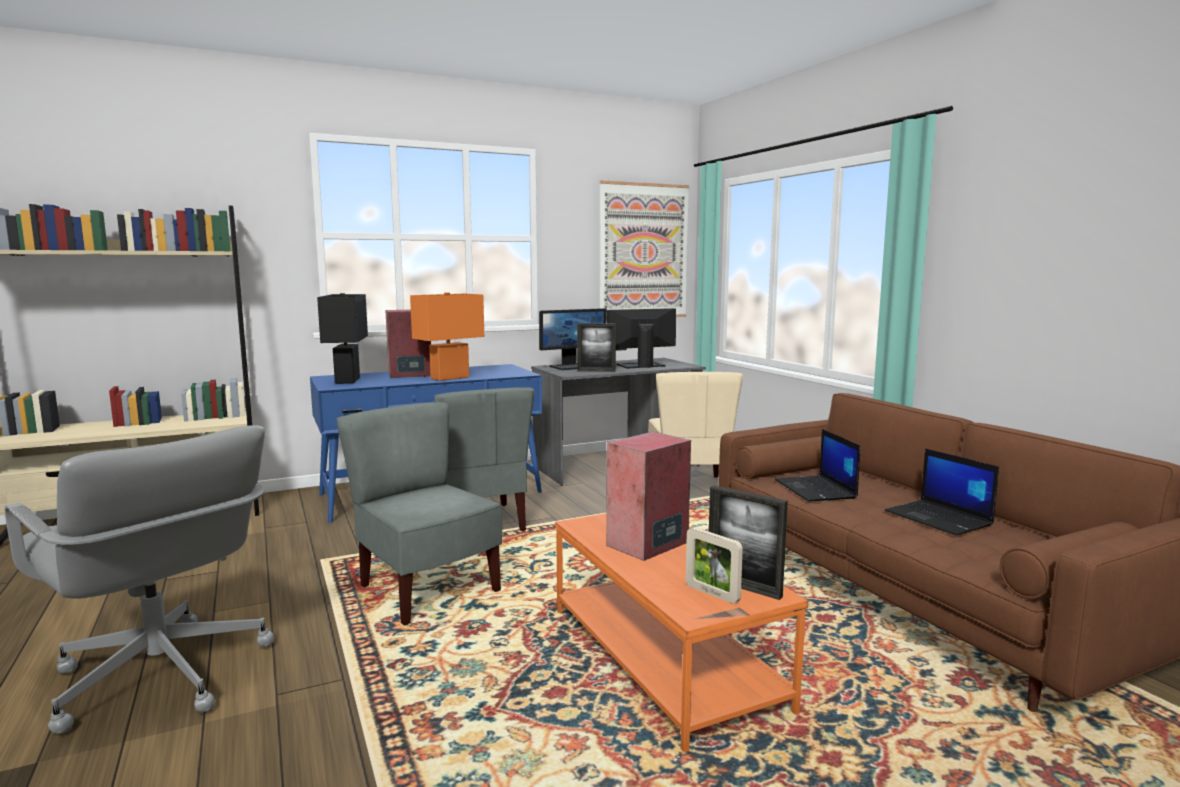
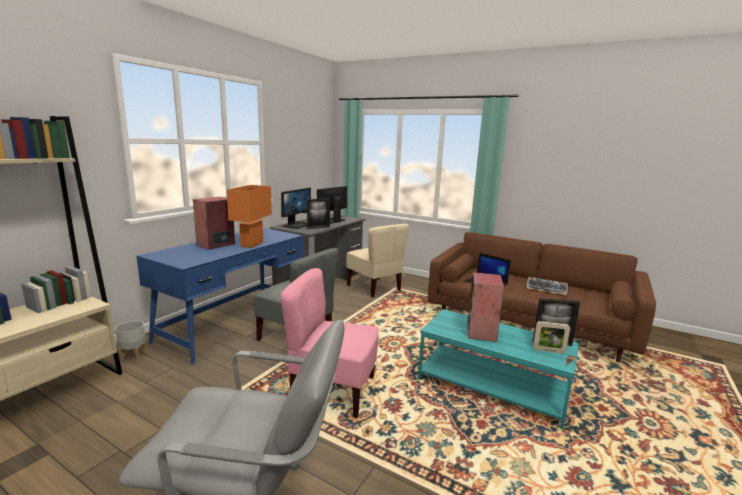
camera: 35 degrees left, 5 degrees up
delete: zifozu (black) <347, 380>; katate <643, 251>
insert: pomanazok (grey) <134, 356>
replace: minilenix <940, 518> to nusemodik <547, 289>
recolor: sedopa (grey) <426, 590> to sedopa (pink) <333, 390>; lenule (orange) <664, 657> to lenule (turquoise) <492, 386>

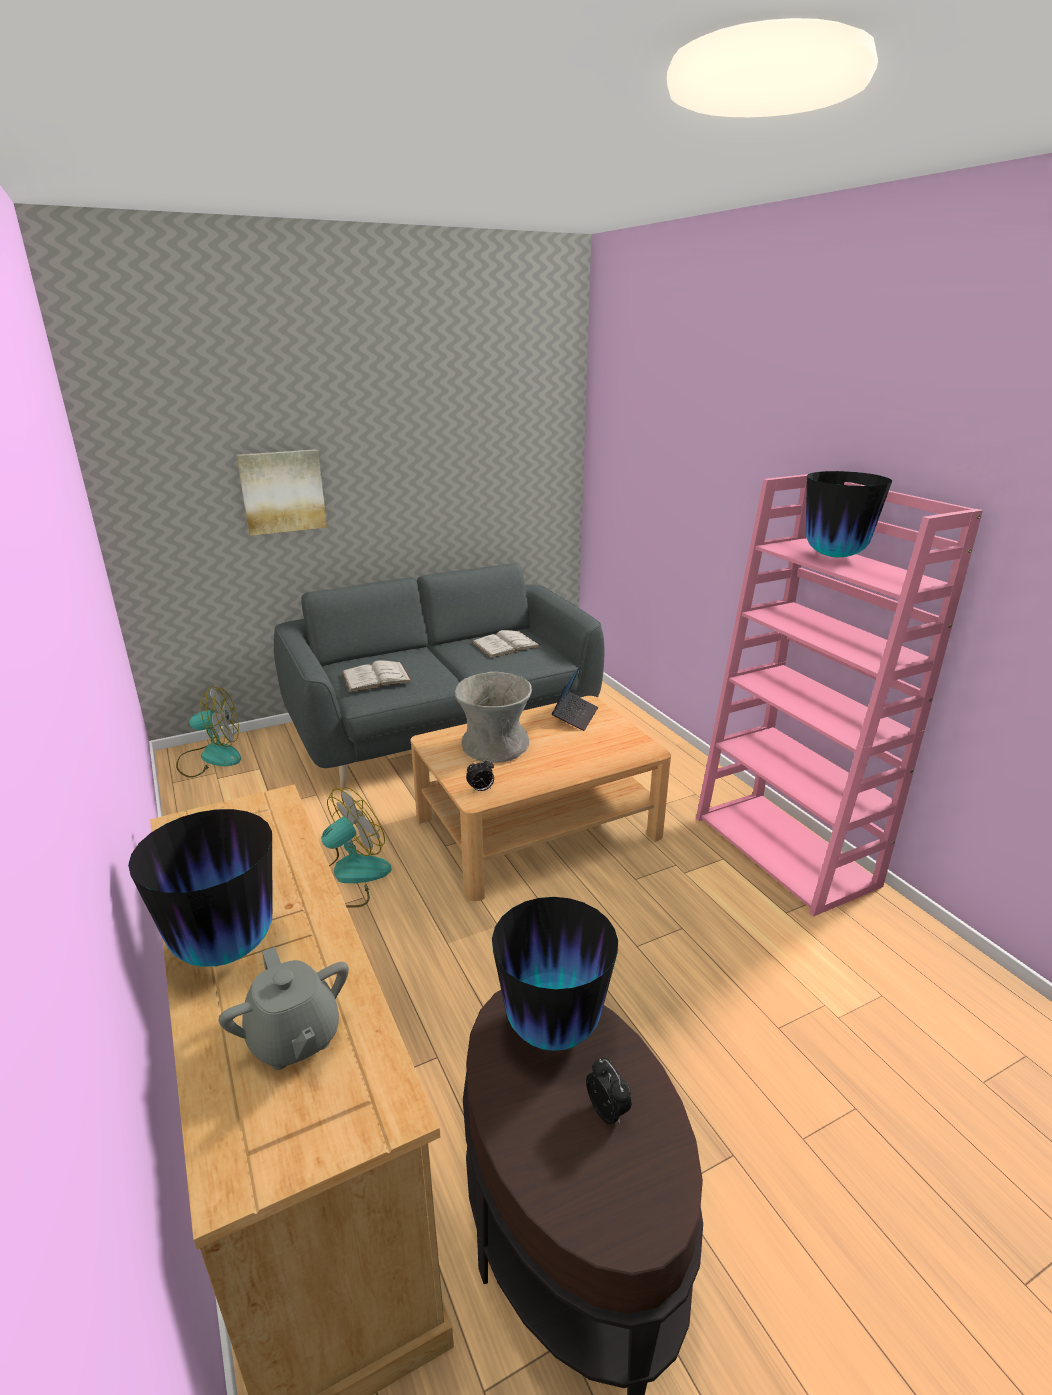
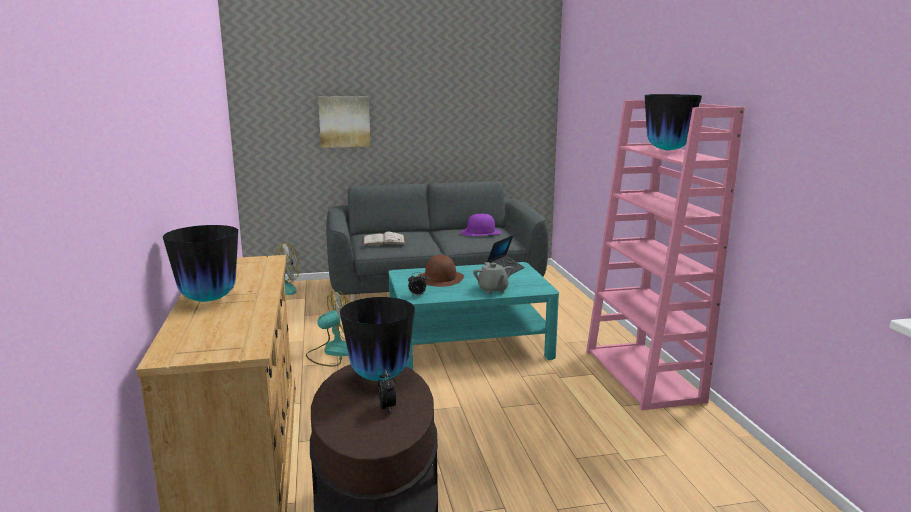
camera: 15 degrees right, 10 degrees down
move: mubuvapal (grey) <294, 1038> to <492, 290>
replace: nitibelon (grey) <494, 746> to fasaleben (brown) <440, 278>; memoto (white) <506, 644> to fasaleben (purple) <480, 232>
recolor: lenule (beige) <537, 827> to lenule (turquoise) <469, 343>

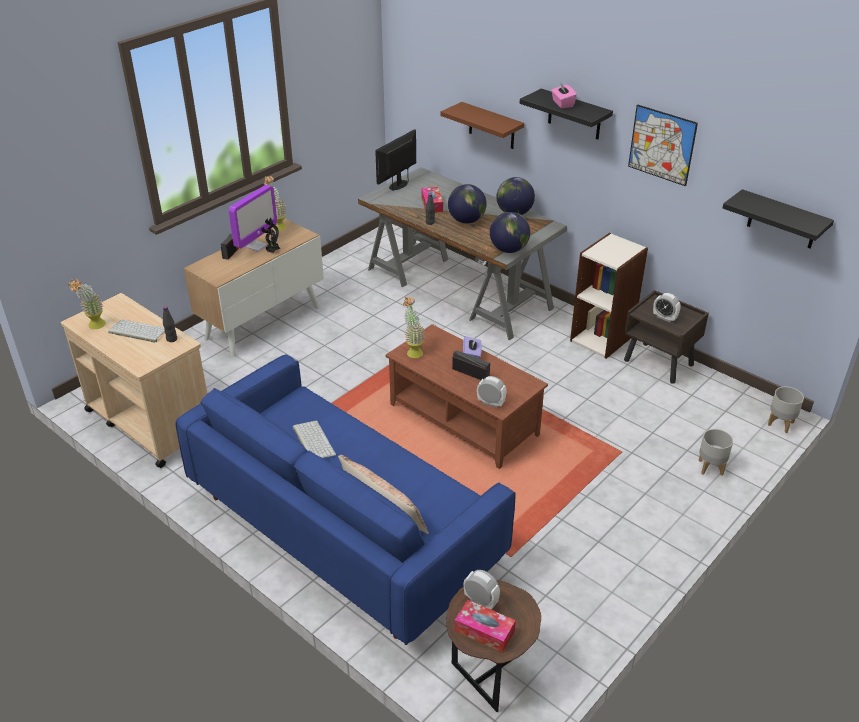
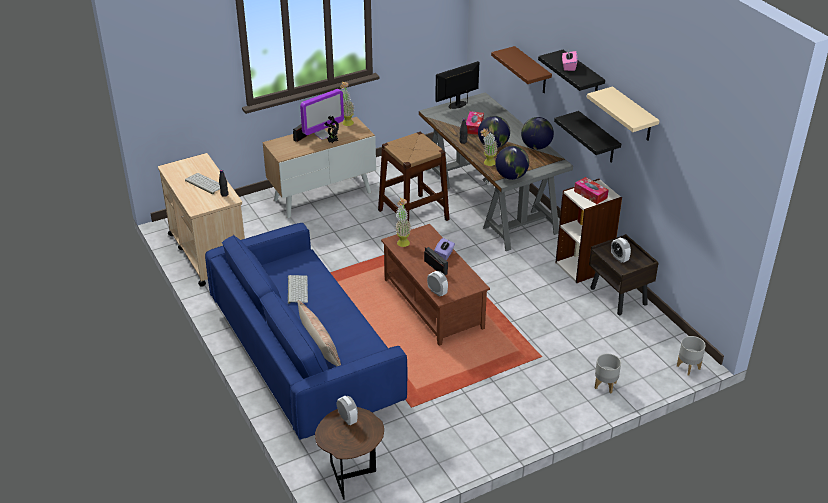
camera: 20 degrees right, 0 degrees up
insert: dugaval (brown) <413, 215>
move: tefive <94, 327> to <487, 164>; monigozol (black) <782, 220> to <598, 138>; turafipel <484, 631> to <590, 194>
replace: katate <662, 145> to monigozol (beige) <633, 115>

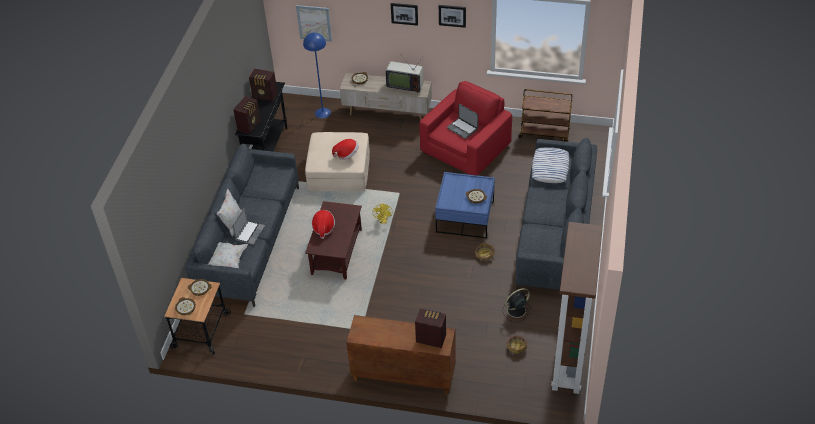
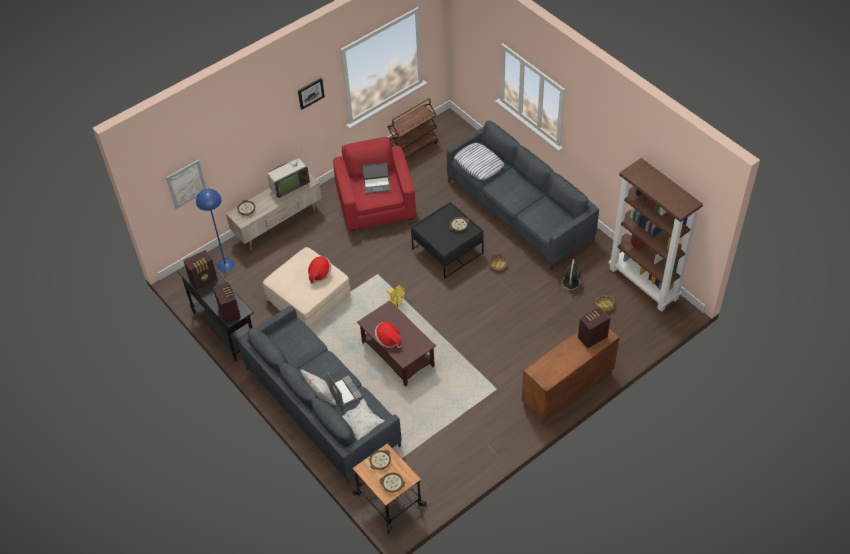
camera: 50 degrees left, 5 degrees up
delete: katate <404, 13>
recolor: lenule (blue) <465, 217> to lenule (black) <447, 251>

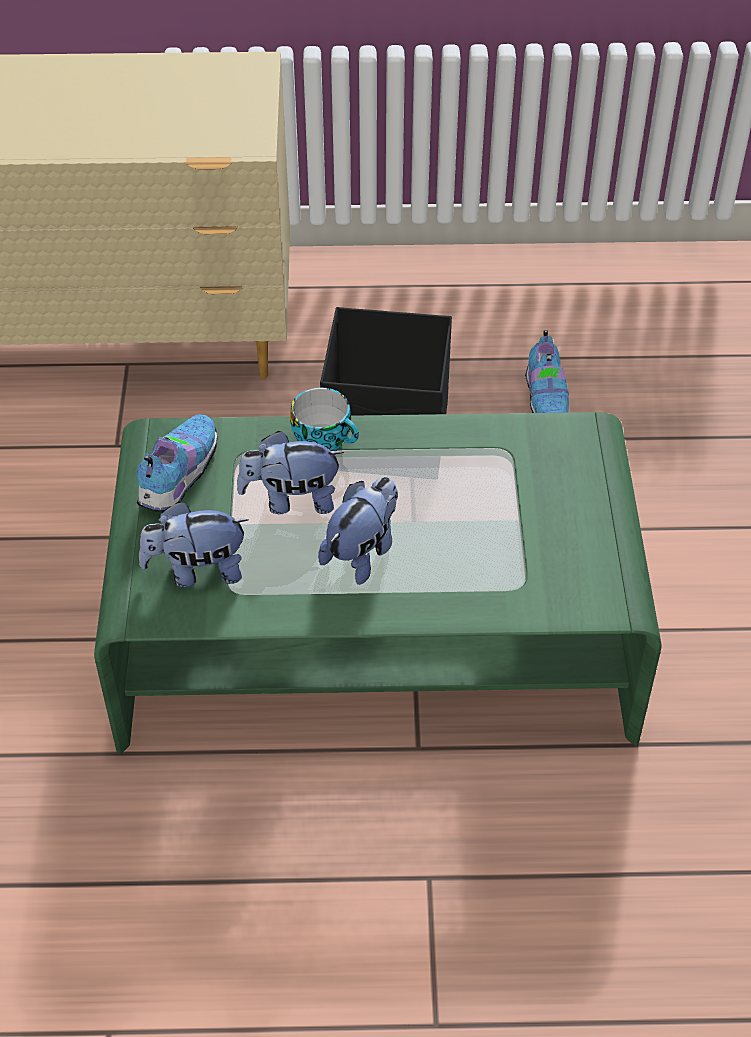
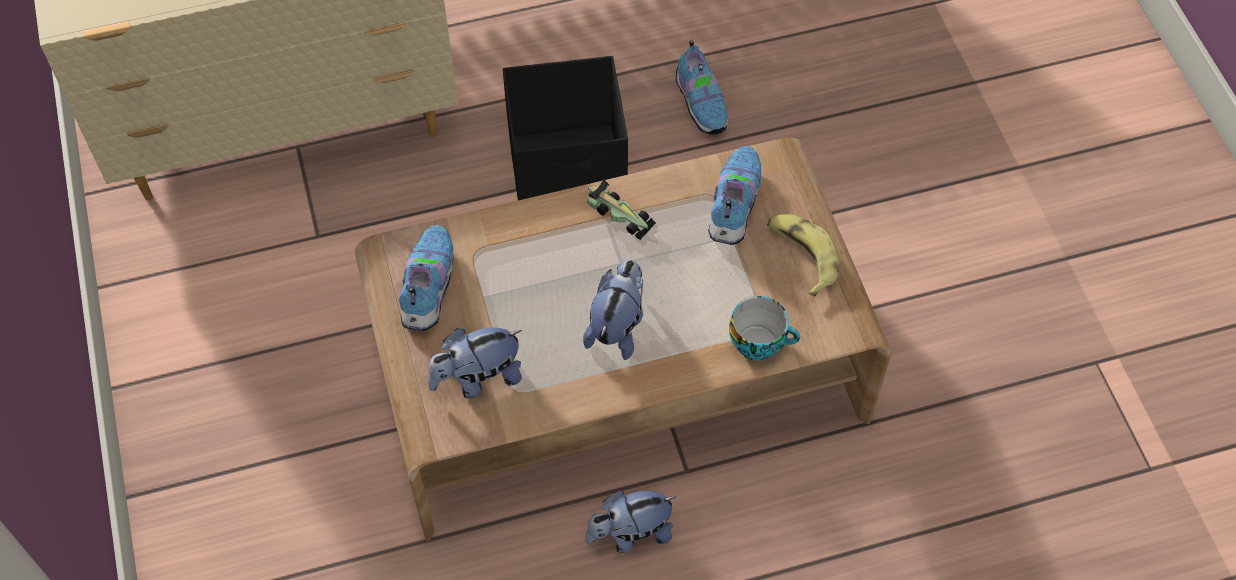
camera: 15 degrees left, 10 degrees up
insert: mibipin <618, 213>; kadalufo <733, 206>; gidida <801, 256>
move: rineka <291, 500> to <630, 534>; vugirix <325, 441> to <760, 342>
recolor: lenule (green) <375, 636> to lenule (brown) <617, 374>

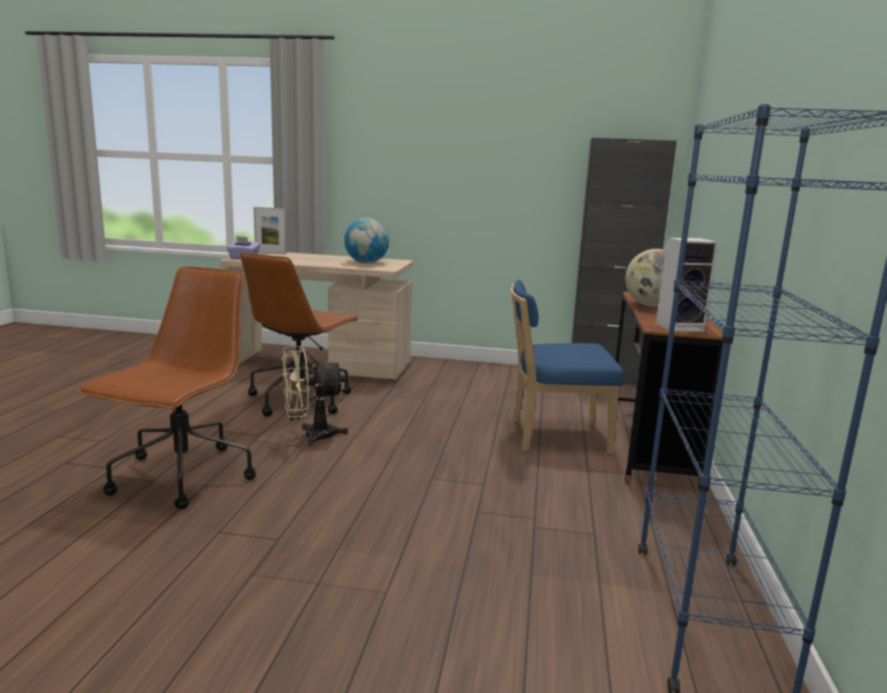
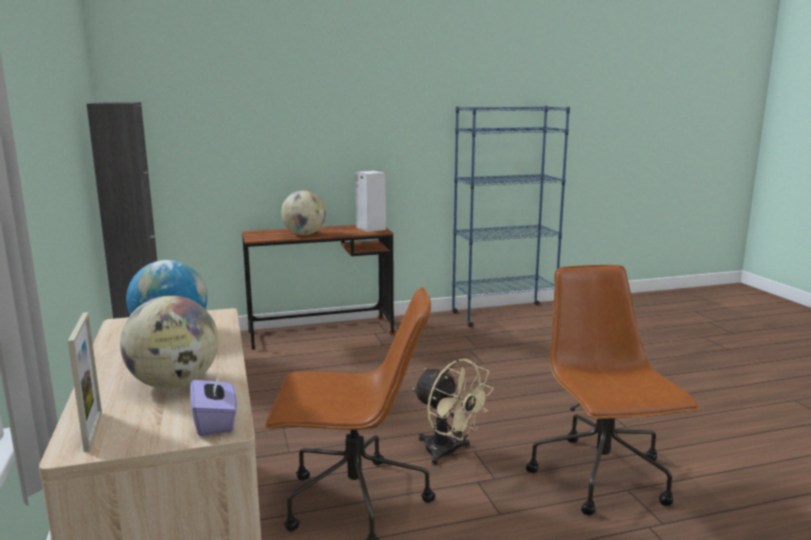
camera: 115 degrees left, 0 degrees up
delete: sedopa (blue) <554, 436>
insert: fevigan <174, 384>
rotate: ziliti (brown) <182, 478> = <602, 478> 90 degrees clockwise

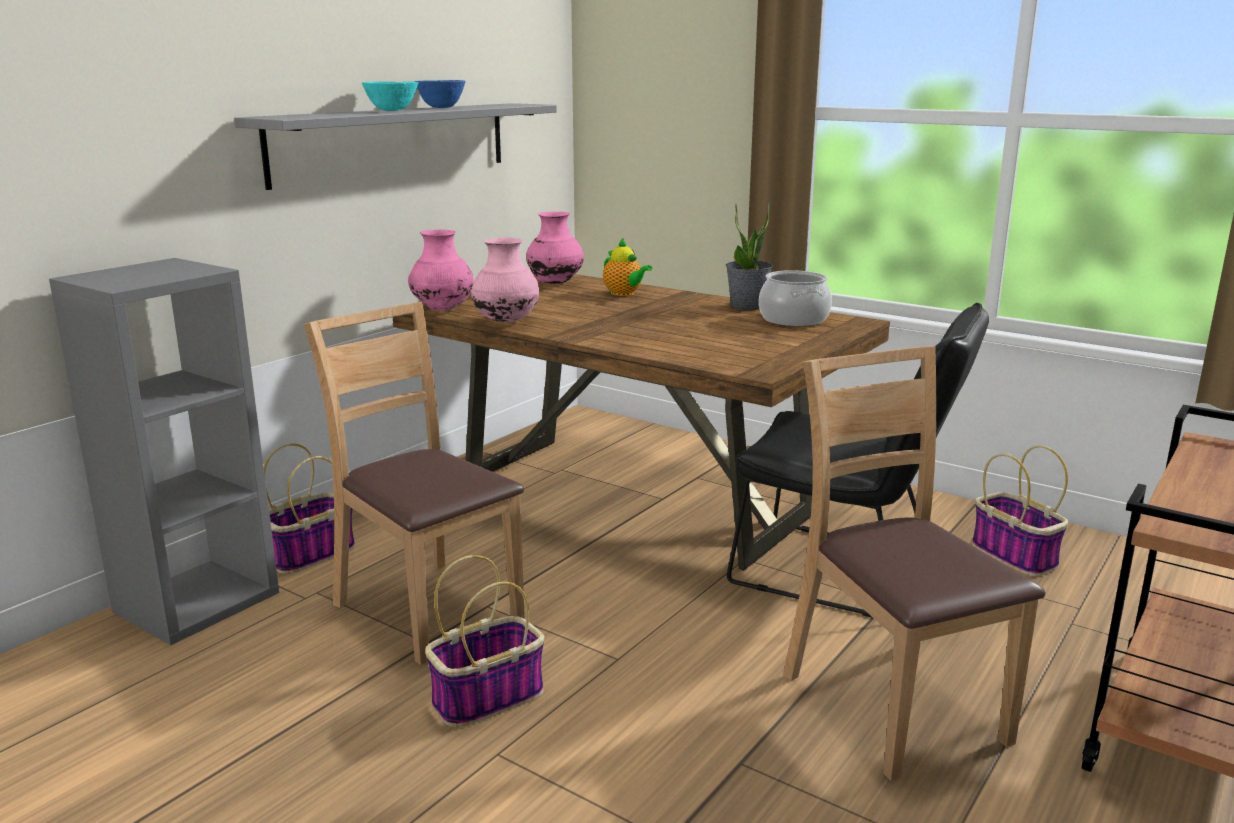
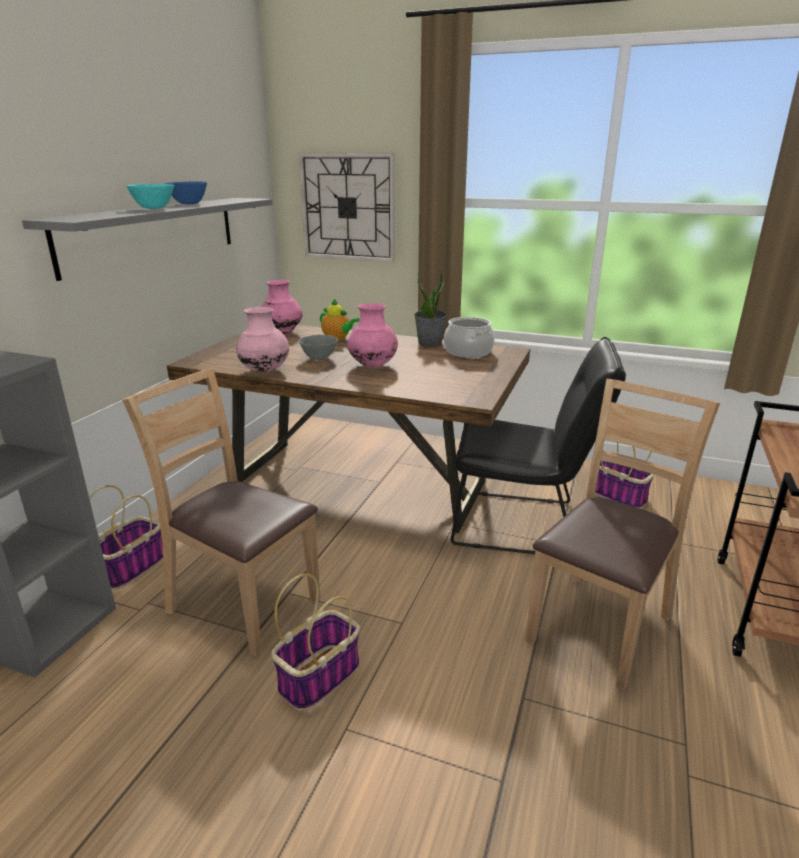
camera: 15 degrees left, 5 degrees up
insert: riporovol <348, 207>; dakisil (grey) <319, 358>
move: nitibelon (pink) <443, 310> to <373, 366>
rotate: sedopa (brown) <893, 705> = <599, 627> 75 degrees clockwise

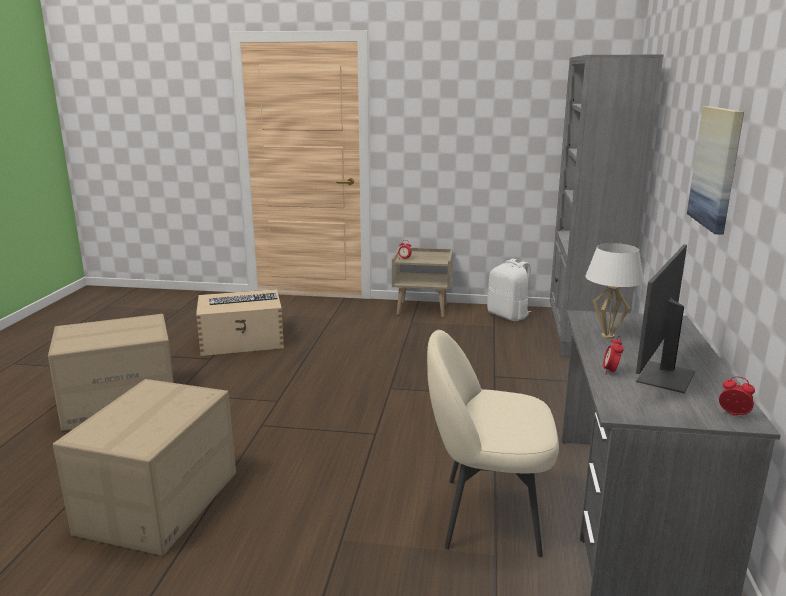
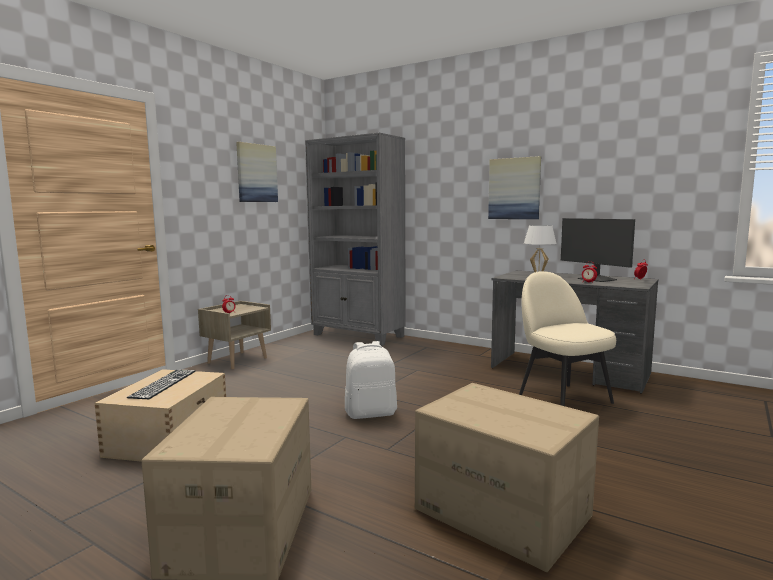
camera: 65 degrees left, 10 degrees down
insert: katate <256, 173>
move: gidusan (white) <508, 316> to <371, 413>
rotate: sedopa (beige) <487, 515> = <563, 399> 120 degrees clockwise

